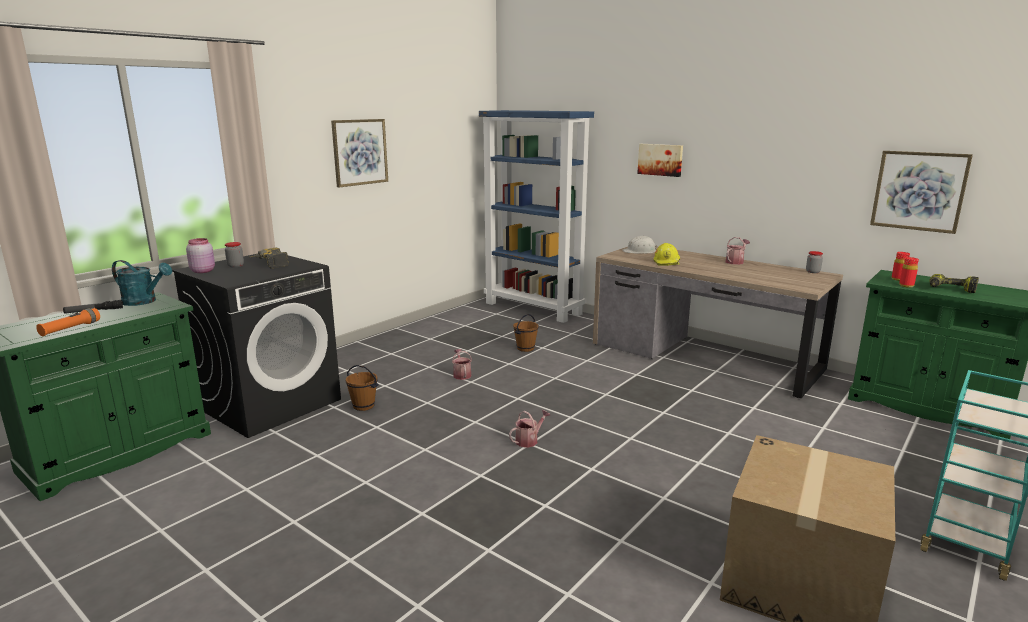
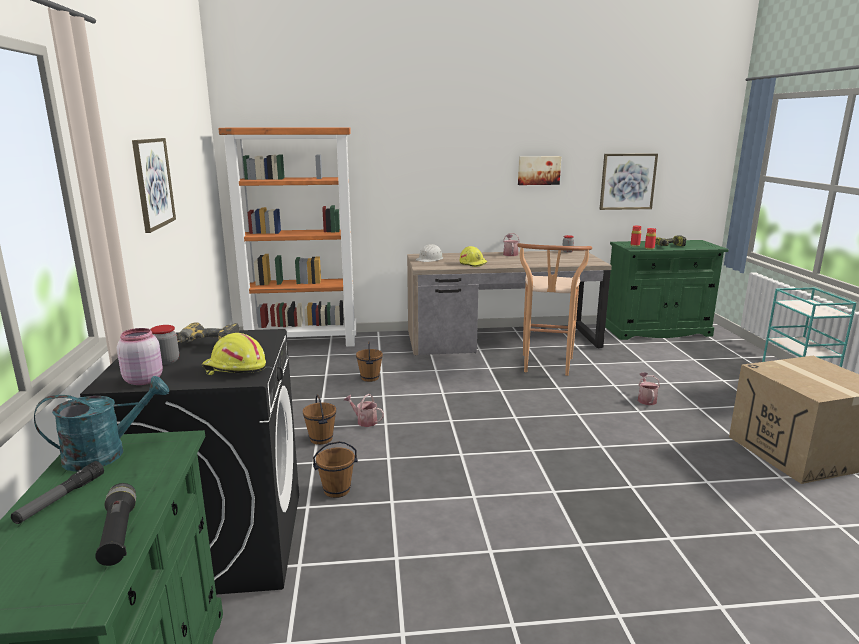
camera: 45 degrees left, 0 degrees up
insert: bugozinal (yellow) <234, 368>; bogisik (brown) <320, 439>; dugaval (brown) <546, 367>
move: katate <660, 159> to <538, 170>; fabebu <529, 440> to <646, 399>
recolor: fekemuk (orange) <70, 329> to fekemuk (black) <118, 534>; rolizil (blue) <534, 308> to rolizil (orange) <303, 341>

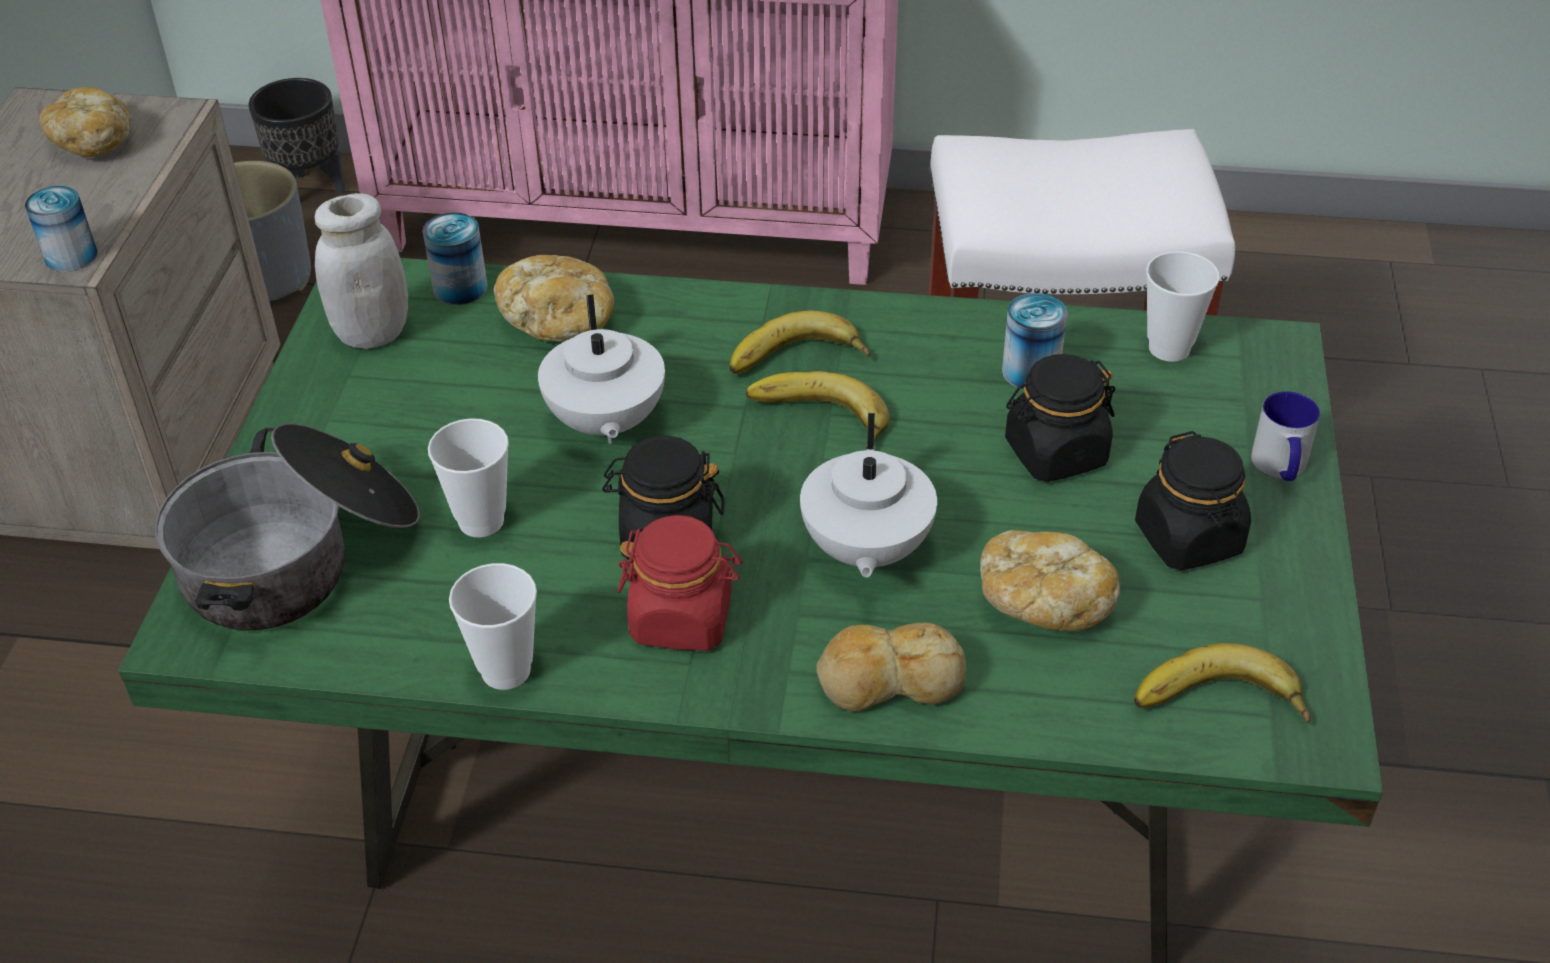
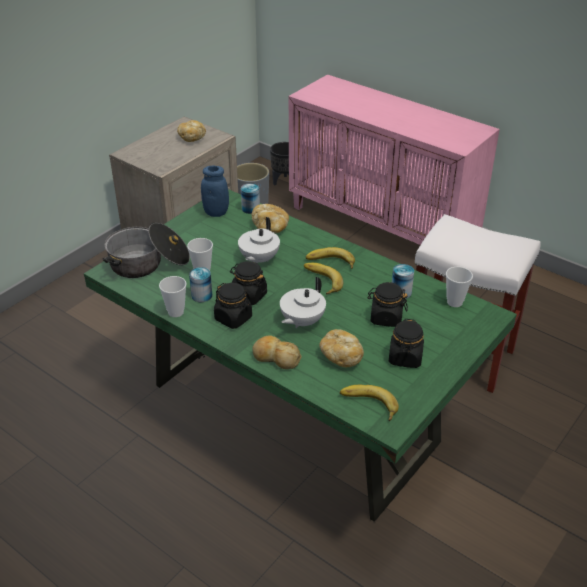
camera: 30 degrees right, 5 degrees down
delete: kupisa <1280, 468>
move: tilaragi <71, 256> to <201, 295>
recolor: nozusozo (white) <372, 333> to nozusozo (blue) <216, 212>; nozusozo (red) <682, 619> to nozusozo (black) <233, 318>

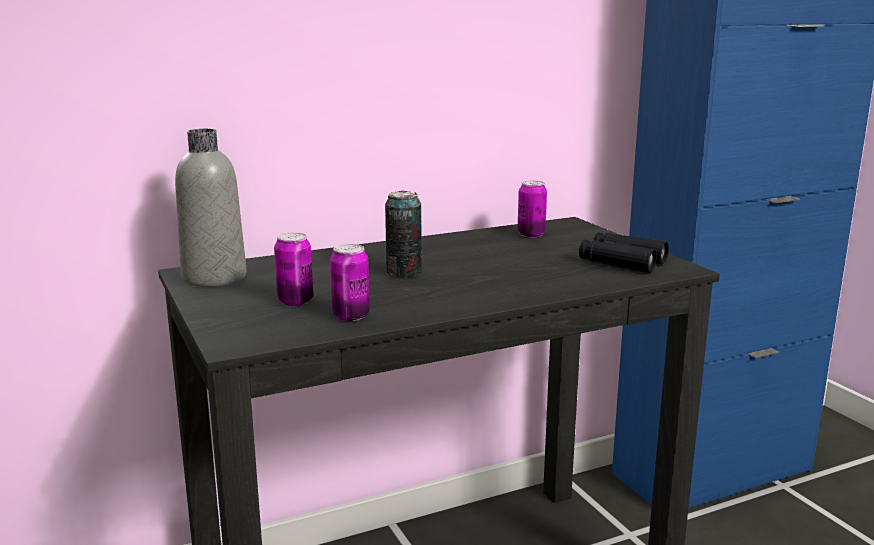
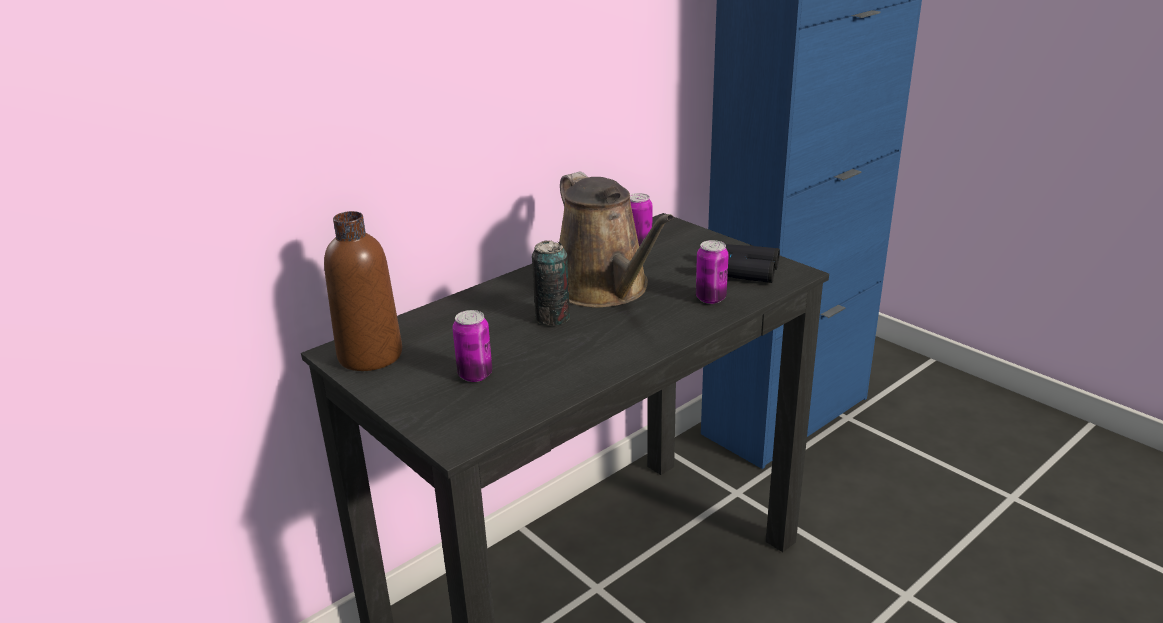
camera: 15 degrees left, 10 degrees up
insert: fabebu (brown) <606, 290>
move: tilaragi <351, 316> to <710, 298>
recolor: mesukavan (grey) <214, 278> to mesukavan (brown) <370, 355>

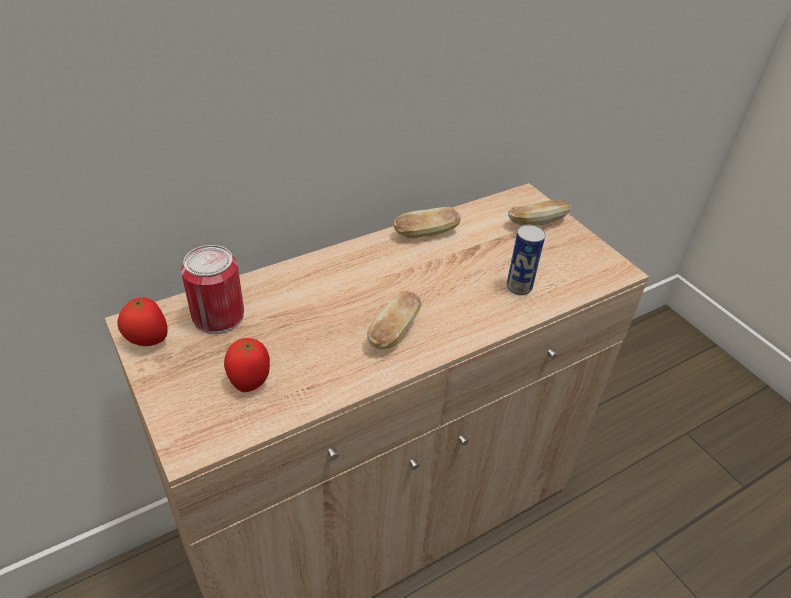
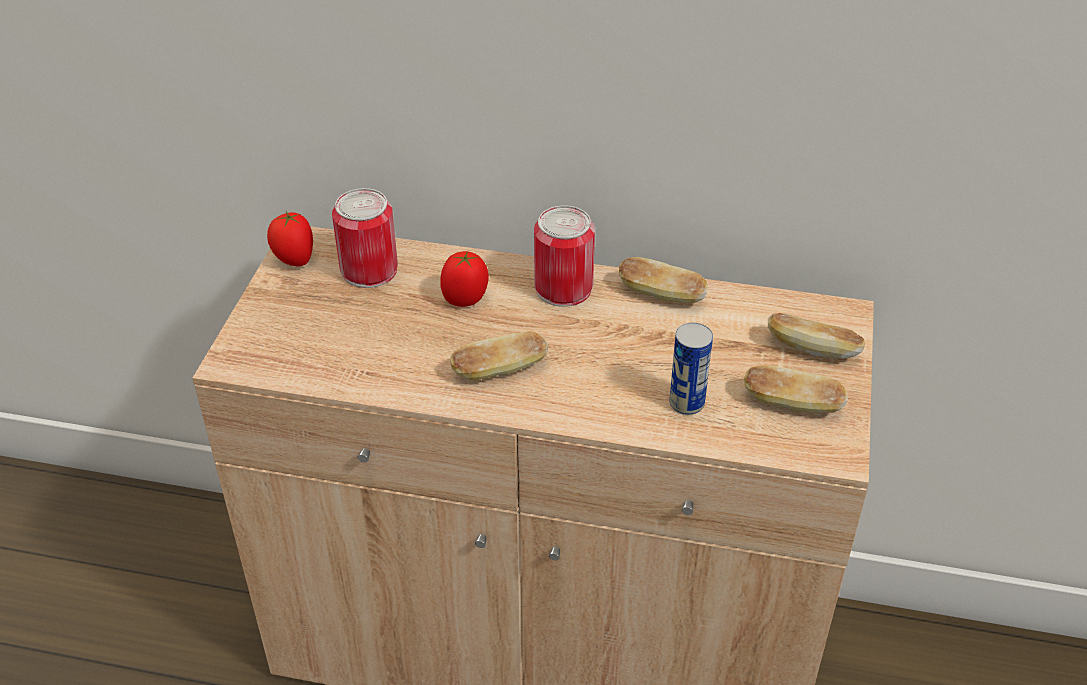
camera: 45 degrees right, 0 degrees up
insert: tilaragi <563, 288>; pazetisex <792, 405>
move: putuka <250, 381> to <465, 299>

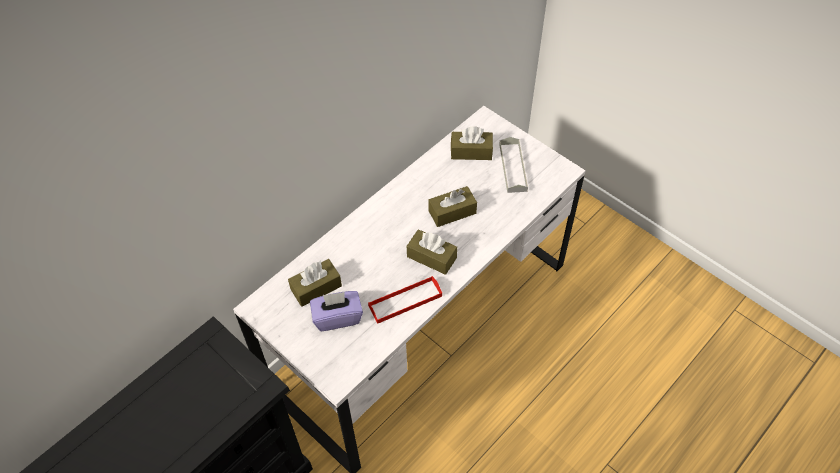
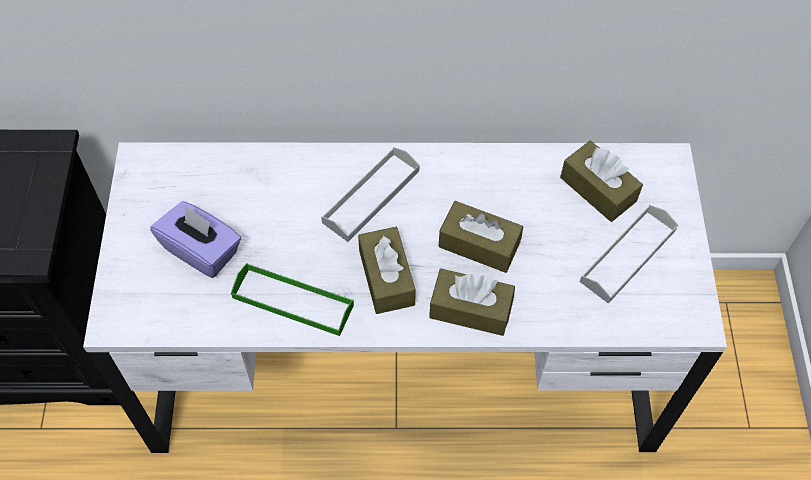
camera: 45 degrees right, 5 degrees up
insert: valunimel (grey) <371, 196>
move: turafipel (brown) <316, 288> to <470, 309>
recolor: valunimel (red) <405, 301> to valunimel (green) <293, 301>

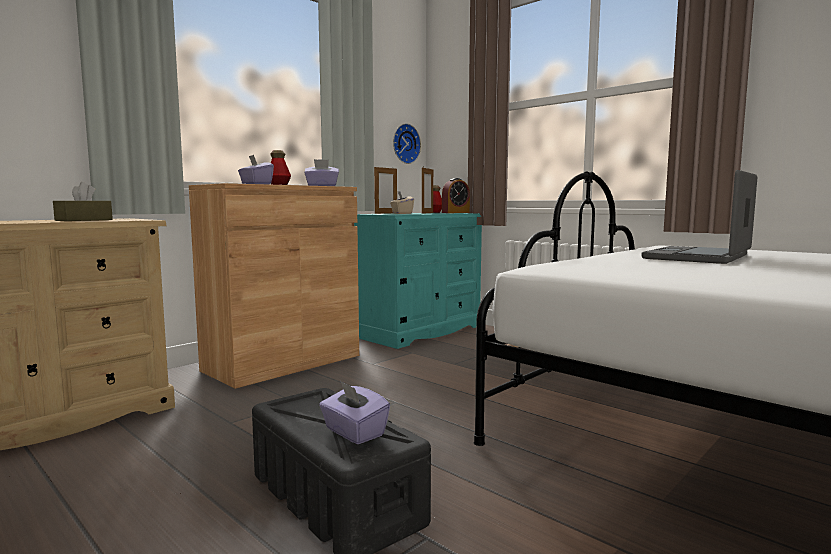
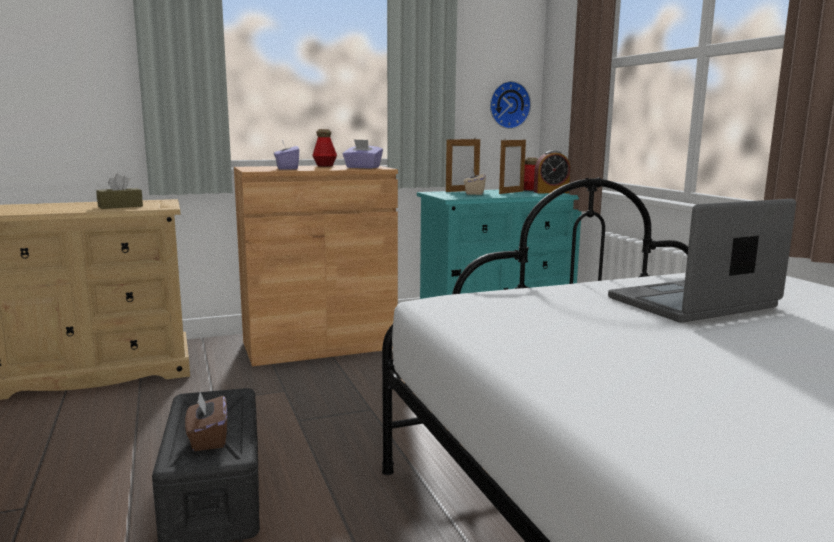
camera: 25 degrees right, 5 degrees up
recolor: turafipel (purple) <353, 432> to turafipel (brown) <208, 439>

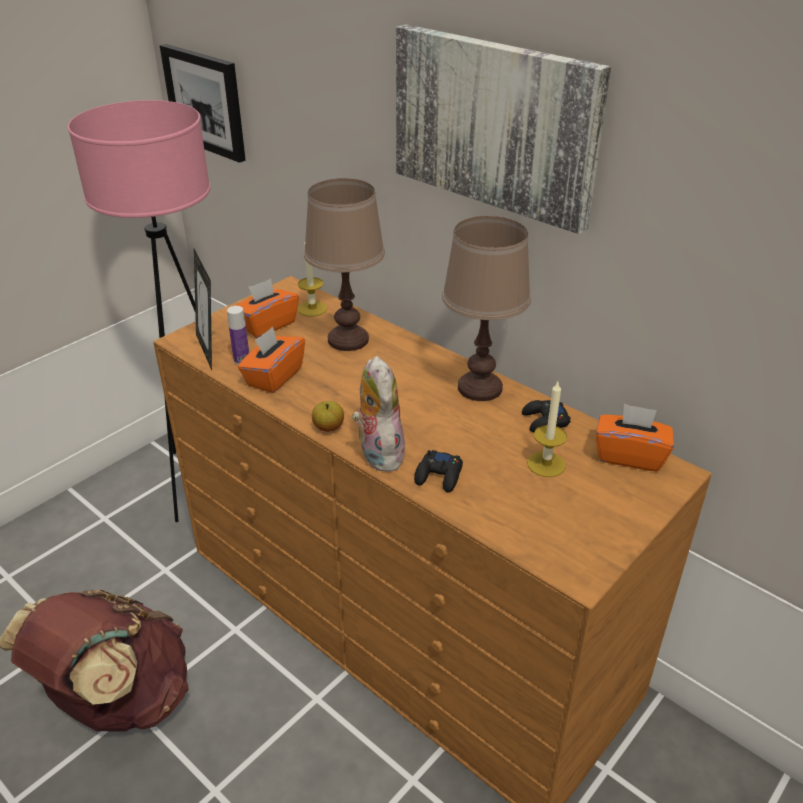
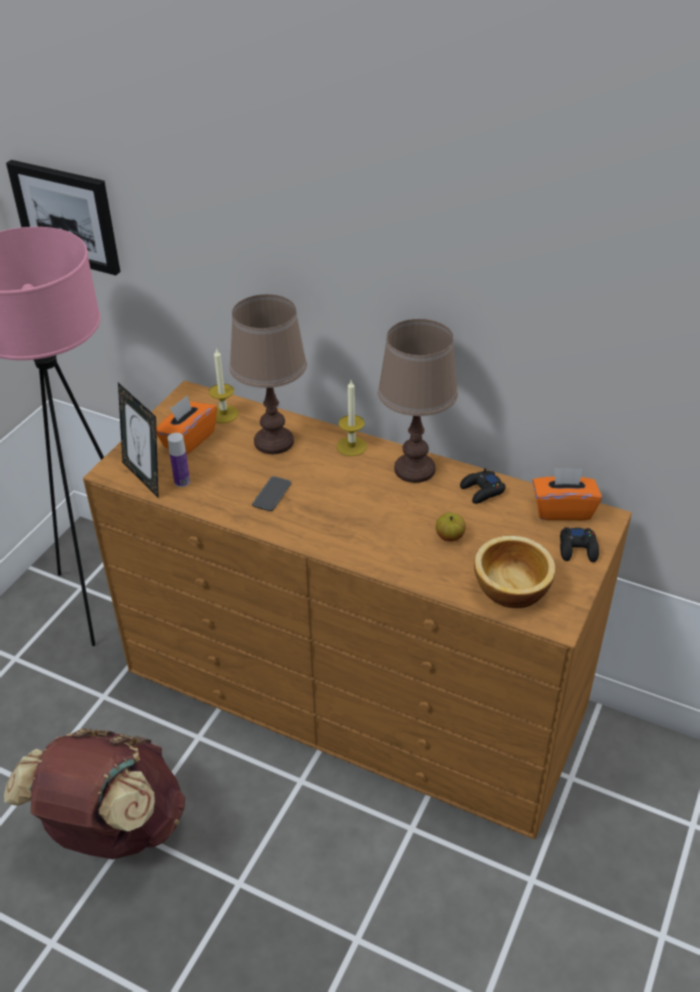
camera: 15 degrees left, 5 degrees up
delete: turafipel (orange) <274, 377>; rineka <378, 453>; katate <494, 124>
insert: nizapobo <272, 494>; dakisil <510, 587>
move: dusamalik <546, 464> to <351, 446>; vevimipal <328, 427> to <449, 537>; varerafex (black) <439, 476> to <578, 549>

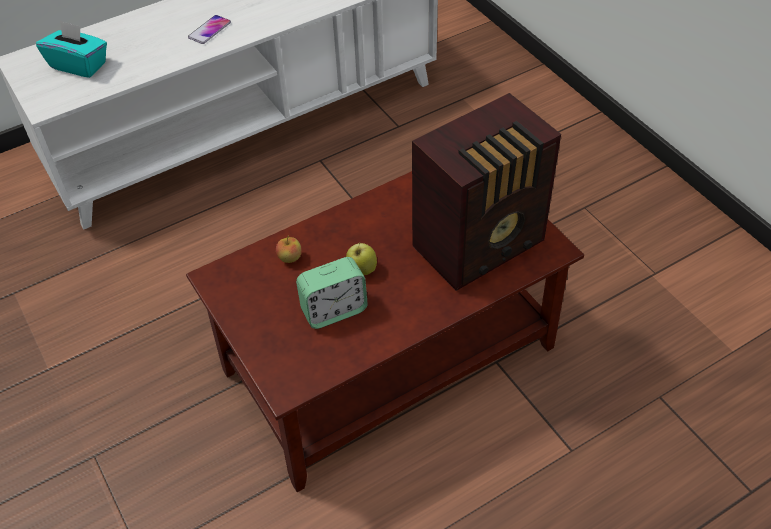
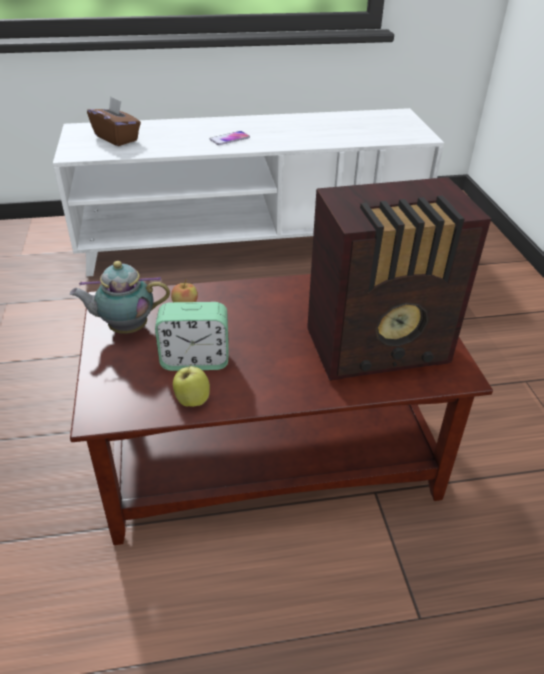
camera: 20 degrees right, 10 degrees down
insert: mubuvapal <125, 328>
move: vevimipal <362, 270> to <192, 400>
recolor: turafipel (turquoise) <79, 65> to turafipel (brown) <117, 138>

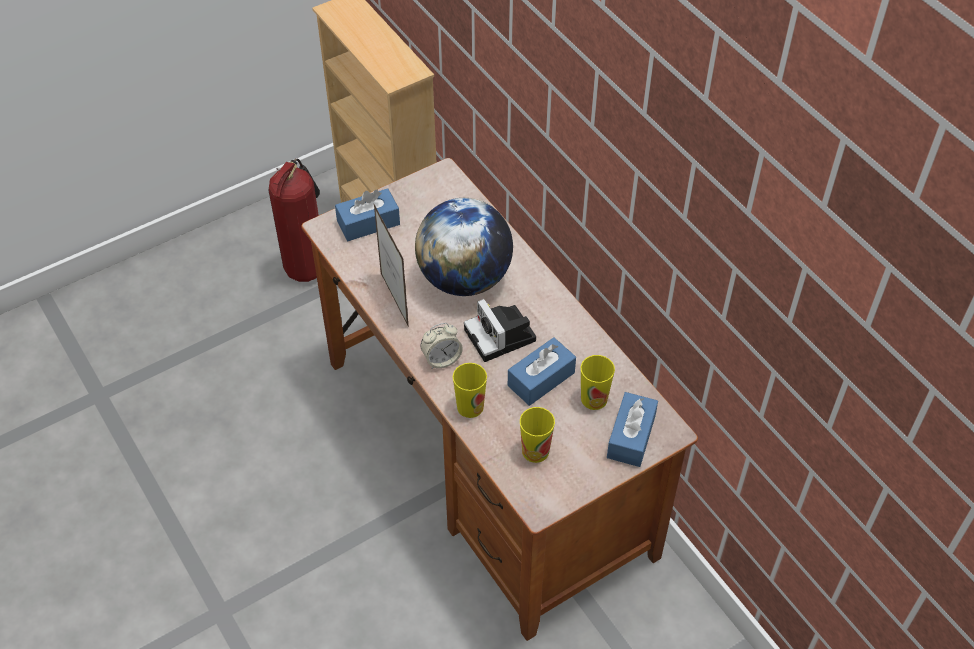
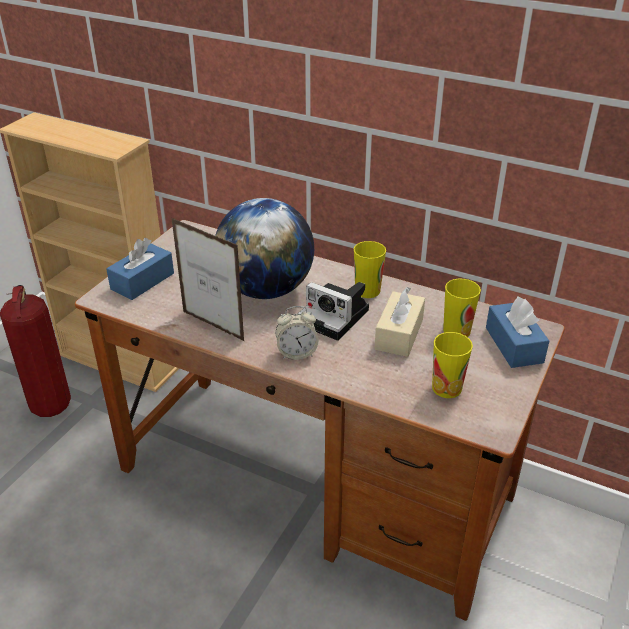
camera: 30 degrees left, 15 degrees down
move: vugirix <470, 406> to <367, 290>
recolor: turafipel (blue) <541, 379> to turafipel (beige) <399, 334>
rotate: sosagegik <441, 359> = <296, 353> 45 degrees clockwise

